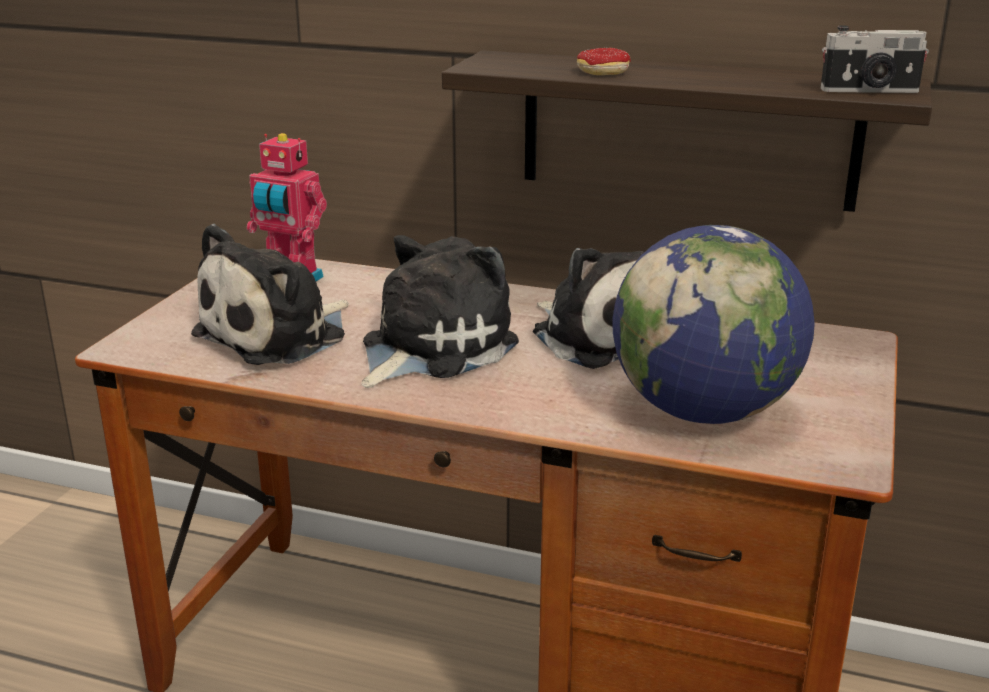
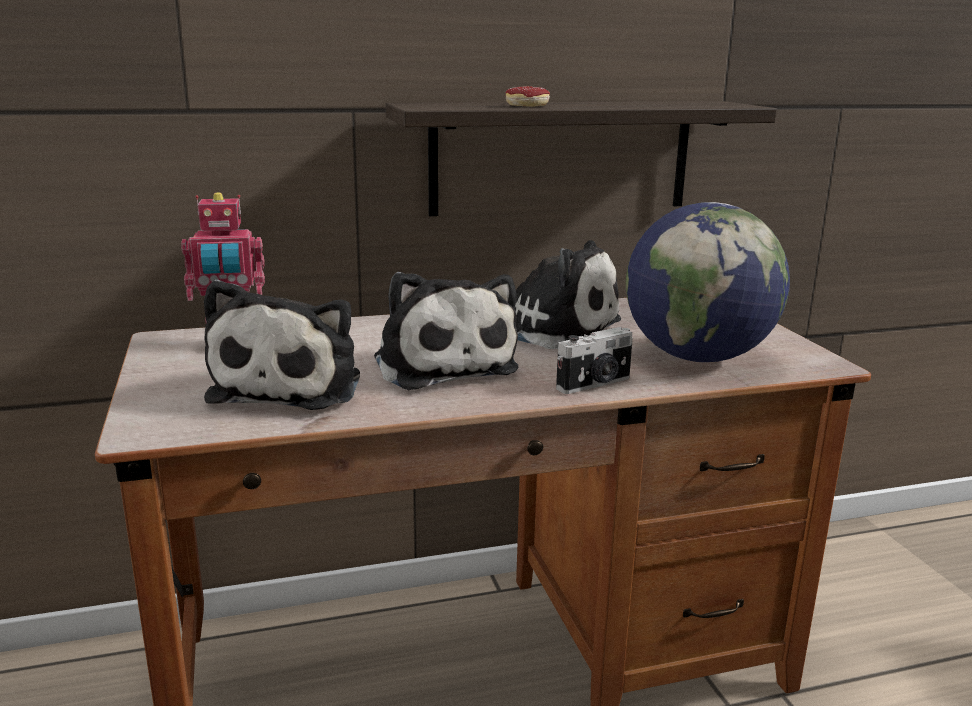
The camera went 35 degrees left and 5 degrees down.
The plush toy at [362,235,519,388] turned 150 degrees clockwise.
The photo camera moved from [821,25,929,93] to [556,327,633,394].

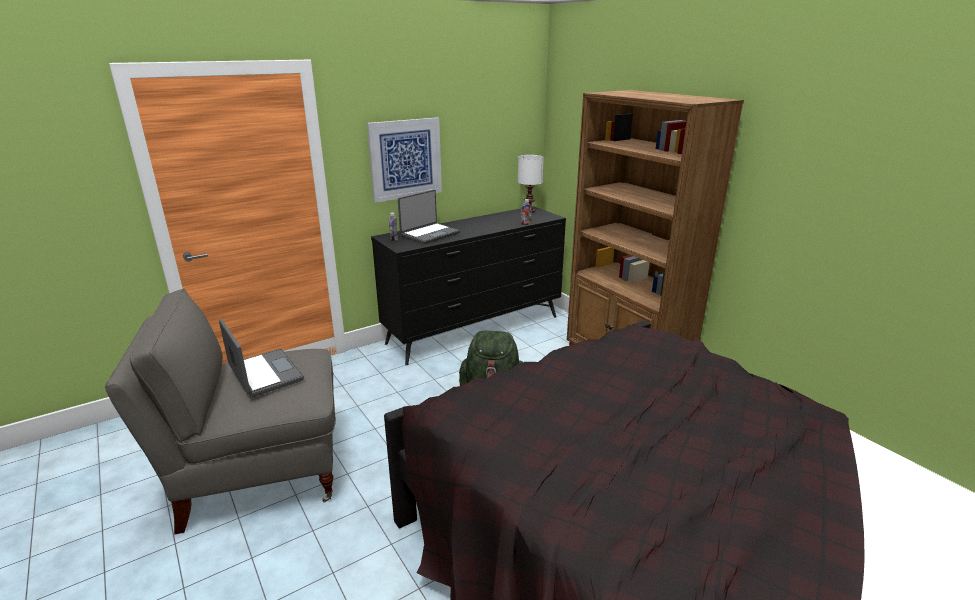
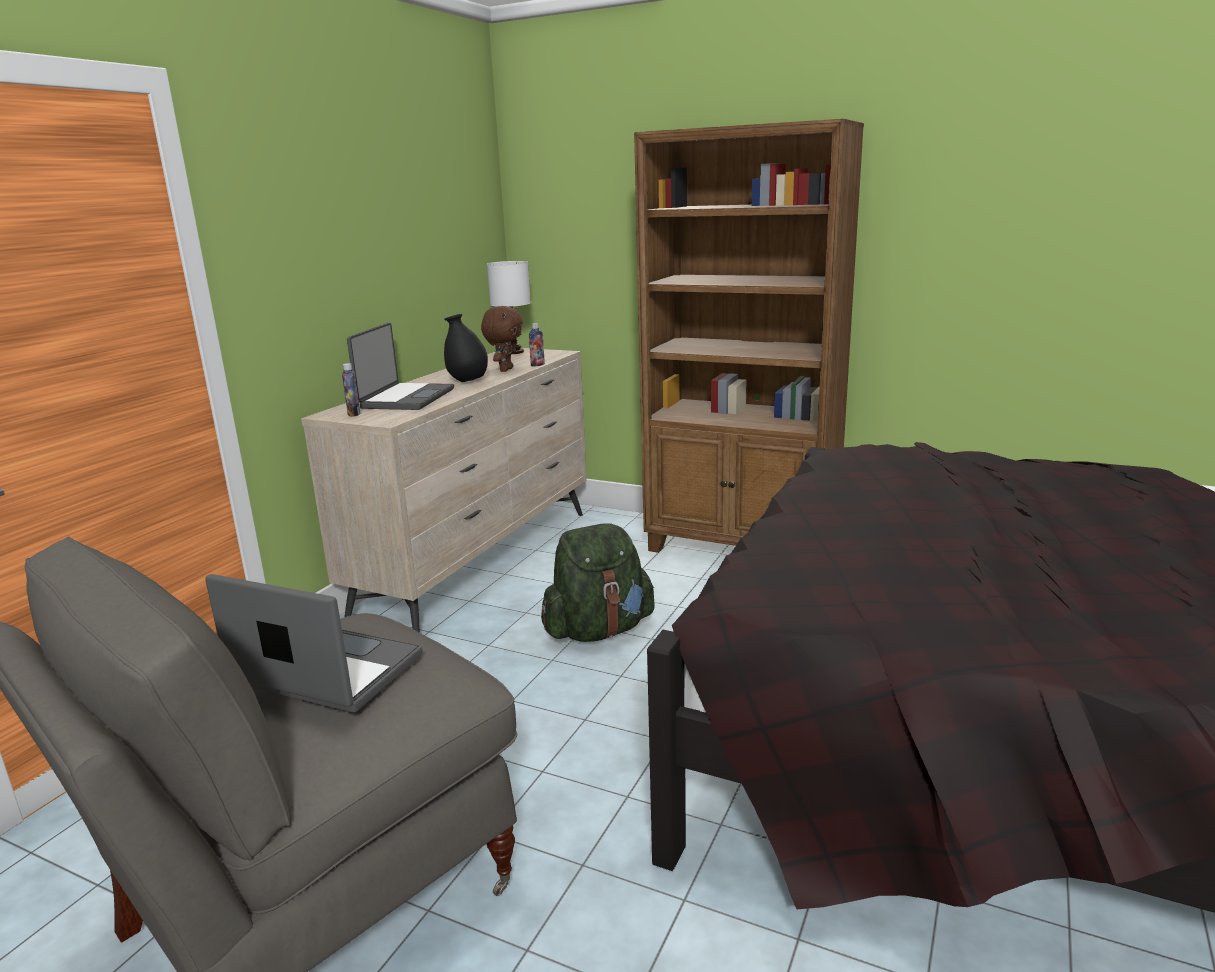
The camera went 30 degrees left and 5 degrees down.
The black-coloured dresser at [371,206,566,365] became the sand-coloured dresser at [301,348,587,633].
The black-coloured flower vase at [444,314,488,382] appeared.
The brownish plush toy at [481,306,523,372] appeared.
The wall picture at [367,117,442,203] disappeared.

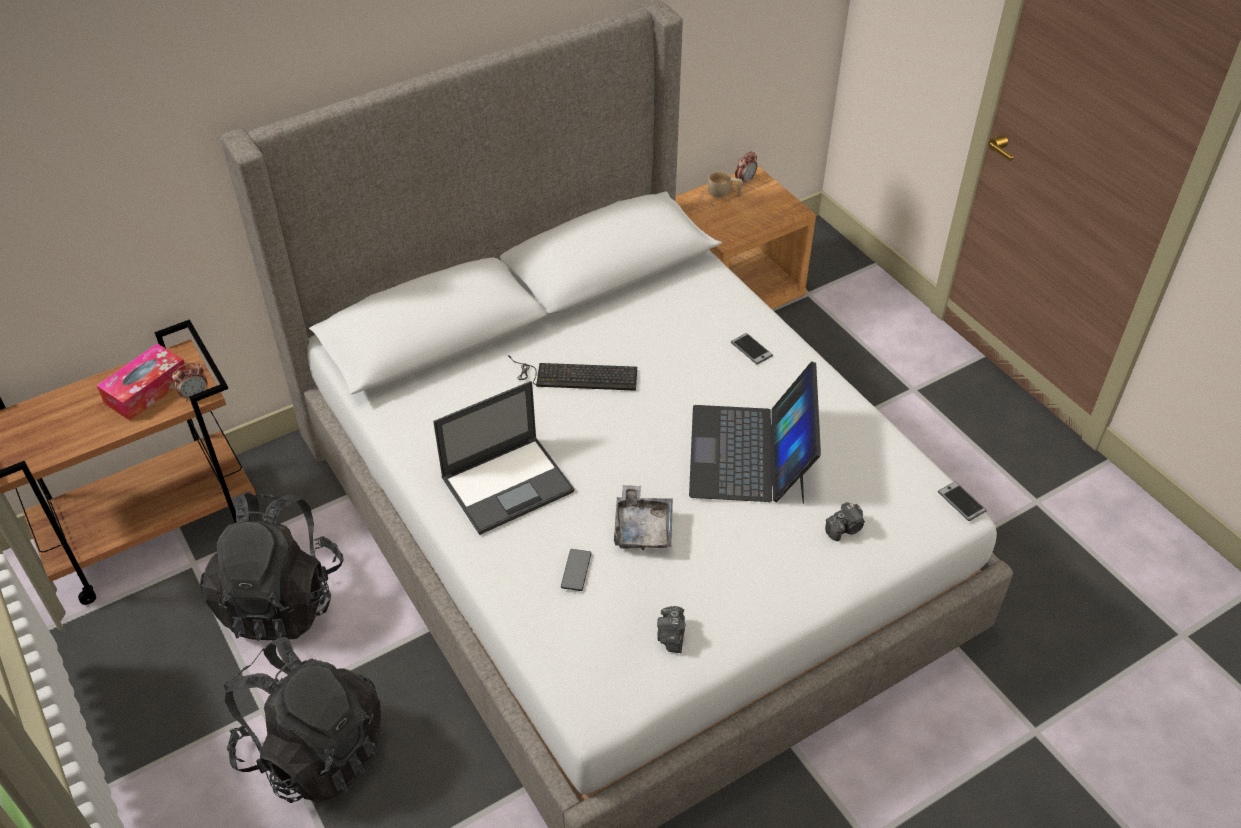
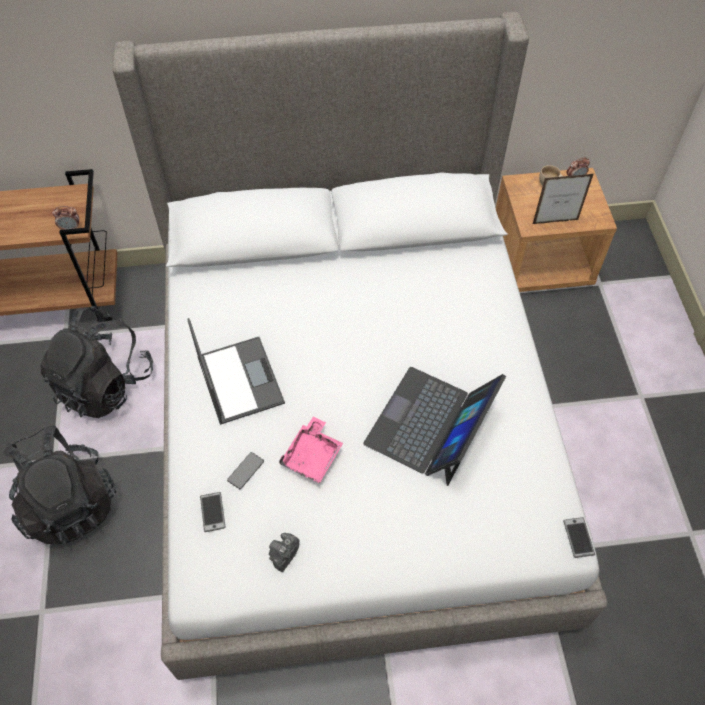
The camera went 25 degrees right and 10 degrees up.
The portable computer at [433,381,575,535] turned 105 degrees counterclockwise.
The handset moved from [731,333,773,365] to [200,492,226,532].
The greyish serving tray at [614,485,673,550] became the pink serving tray at [279,416,343,483].
The photo frame at [533,174,593,224] appeared.
The tissue holder at [97,343,186,421] disappeared.
The PC keyboard at [508,355,637,391] disappeared.
The photo camera at [825,502,865,541] disappeared.

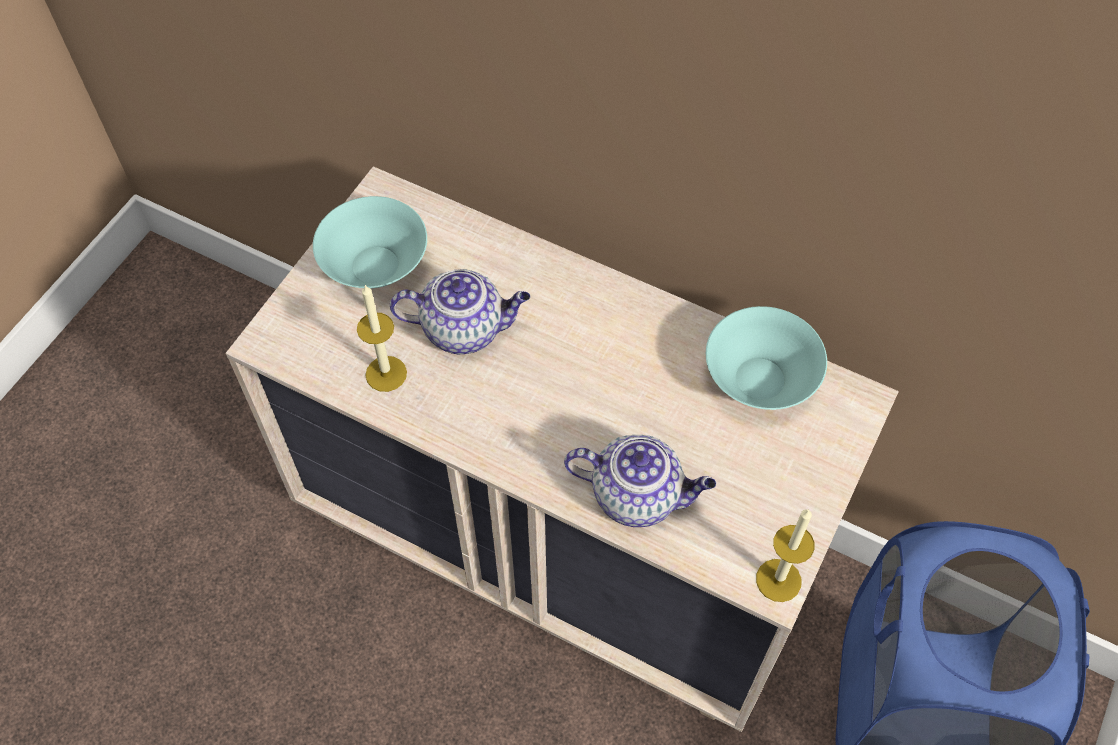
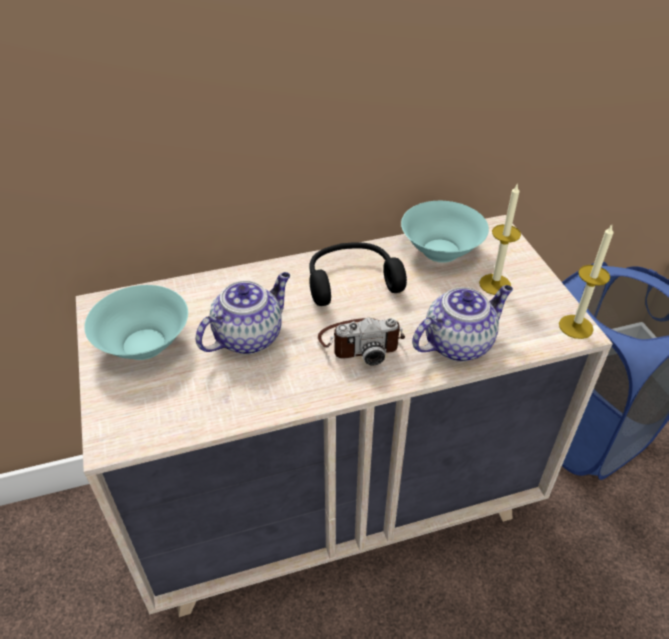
The camera went 45 degrees left and 15 degrees down.
The black-coloured pair of headphones at [309,242,407,306] appeared.
The photo camera at [318,318,405,366] appeared.
The wax light moved from [357,284,407,392] to [479,183,521,295].

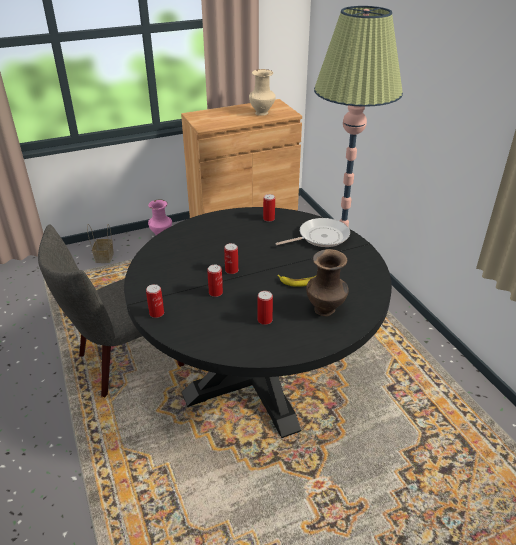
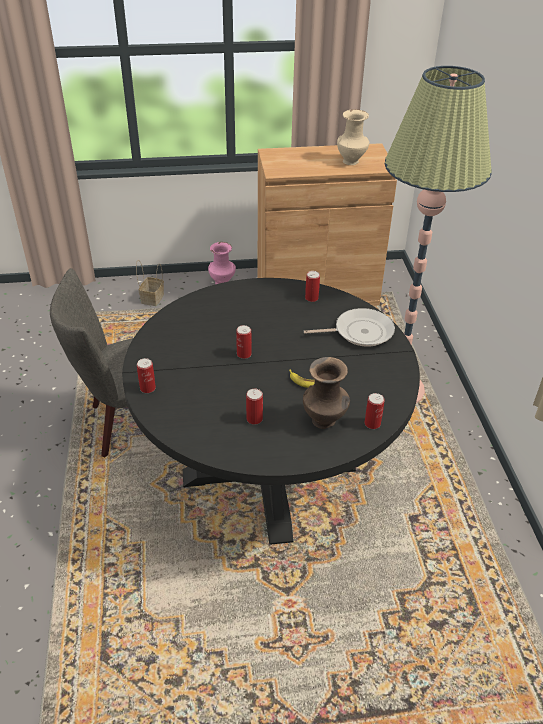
The camera went 15 degrees right and 5 degrees up.
The can moved from [207,265,223,297] to [365,393,385,429].

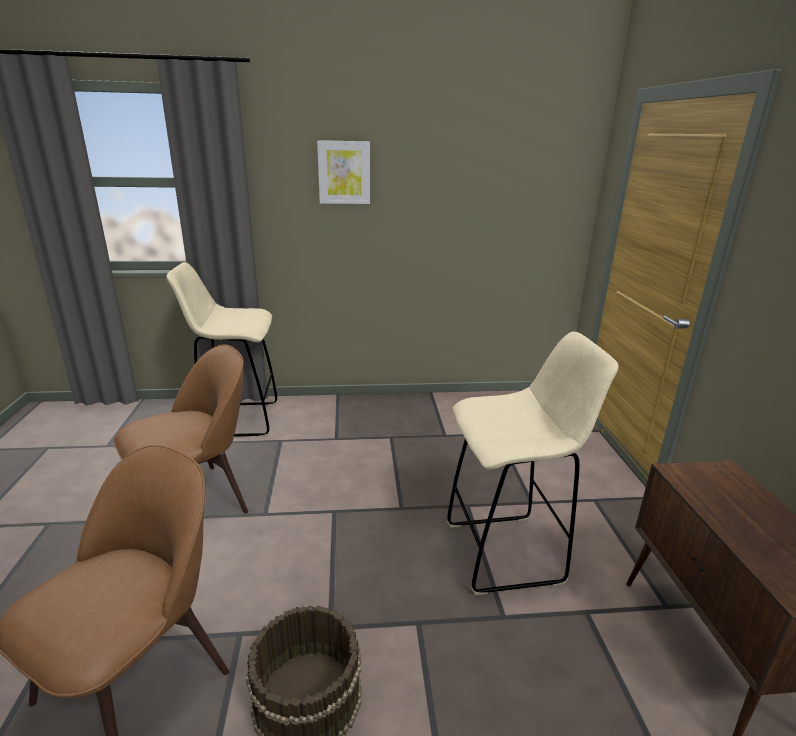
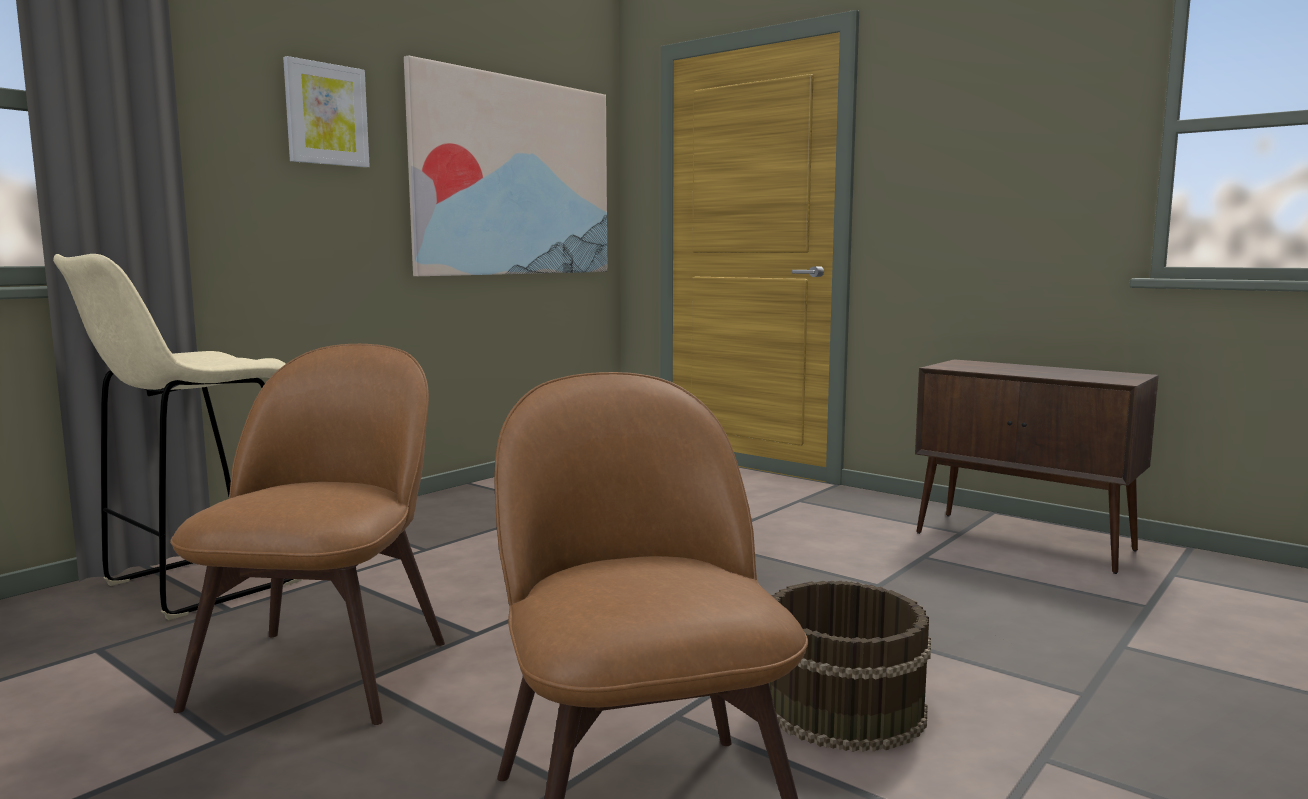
The camera went 45 degrees left and 15 degrees down.
The wall picture at [404,55,607,276] appeared.
The sand-coloured sitting stool at [447,332,618,595] disappeared.

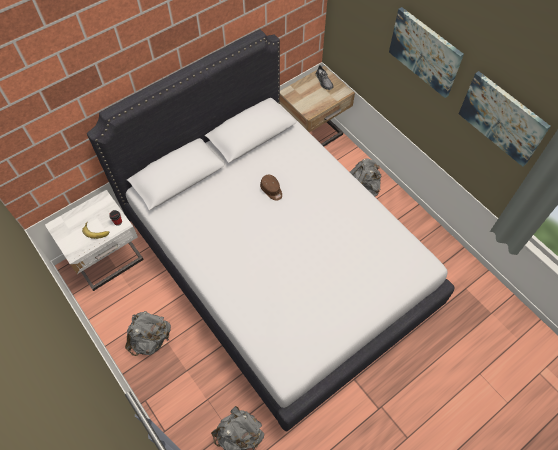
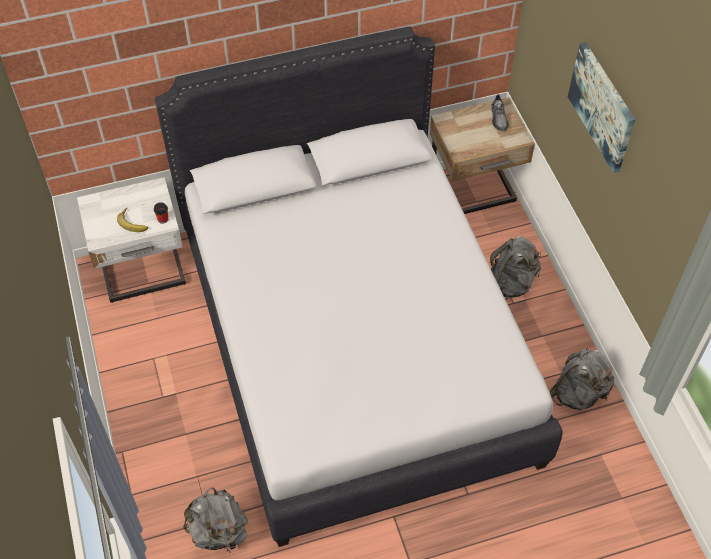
The camera went 20 degrees right and 5 degrees down.
The greyish rucksack moved from [125,311,171,356] to [550,347,614,410].
The brownish cap at [260,175,282,200] disappeared.
The wall picture at [459,71,551,167] disappeared.

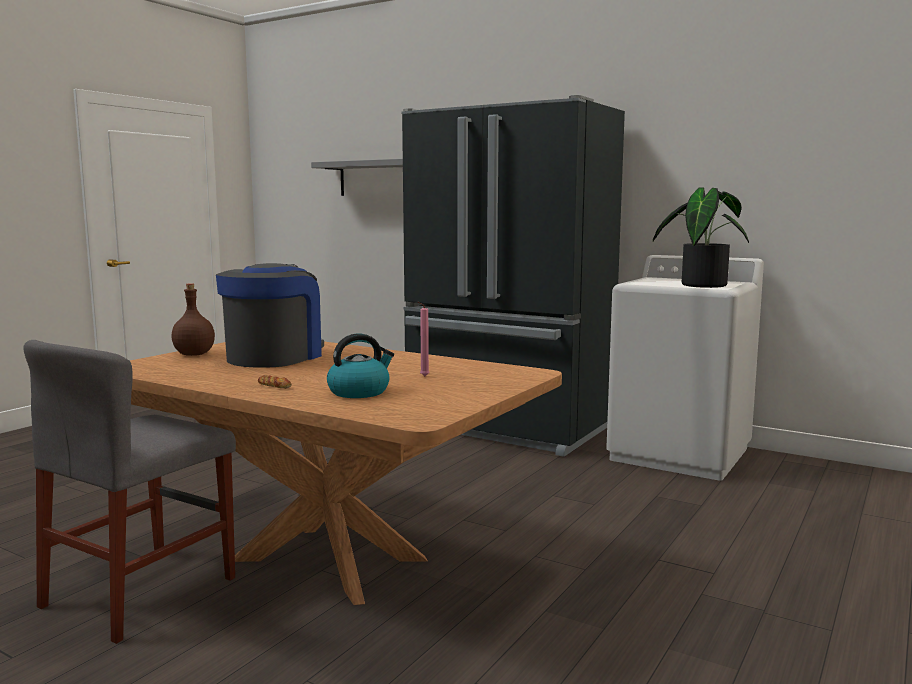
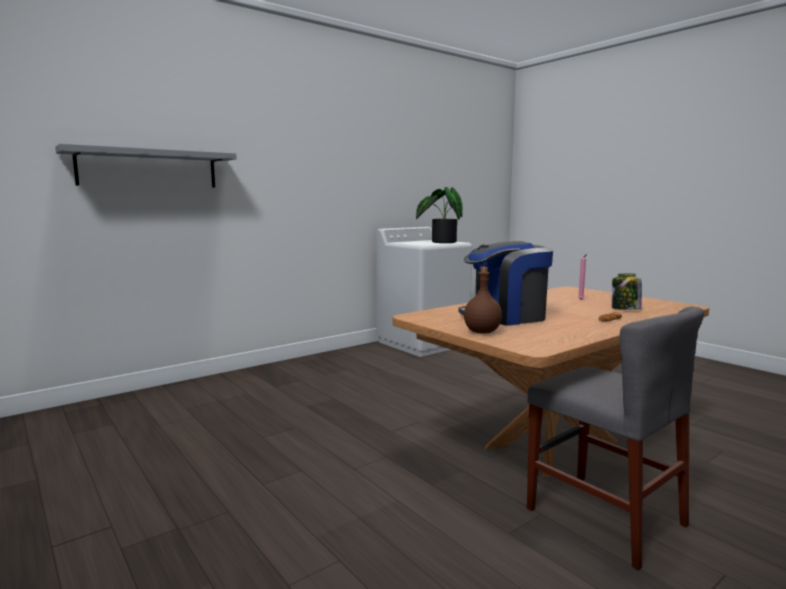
The camera went 70 degrees left and 0 degrees up.
The coffee machine at [216,263,324,368] turned 60 degrees counterclockwise.
The kettle at [327,334,394,398] was replaced by the storage jar at [612,273,642,310].
The black-coloured fridge at [402,95,625,457] disappeared.

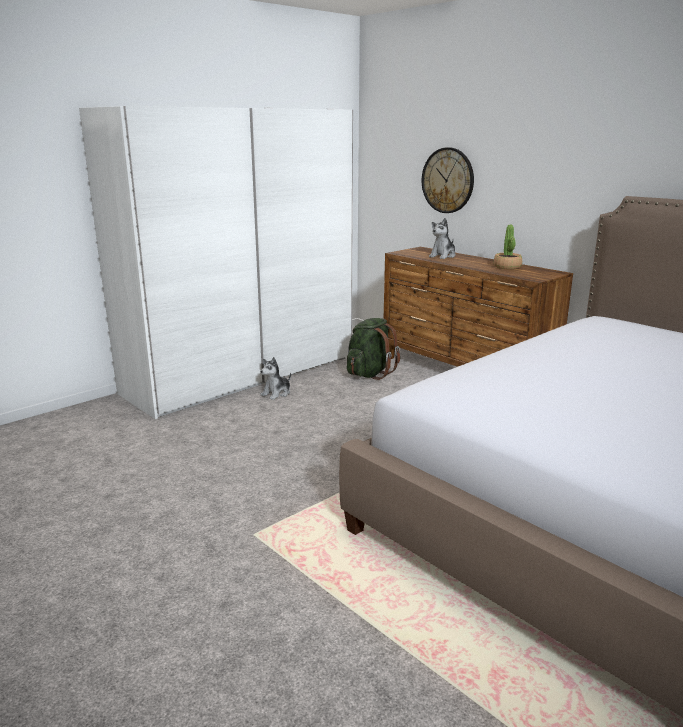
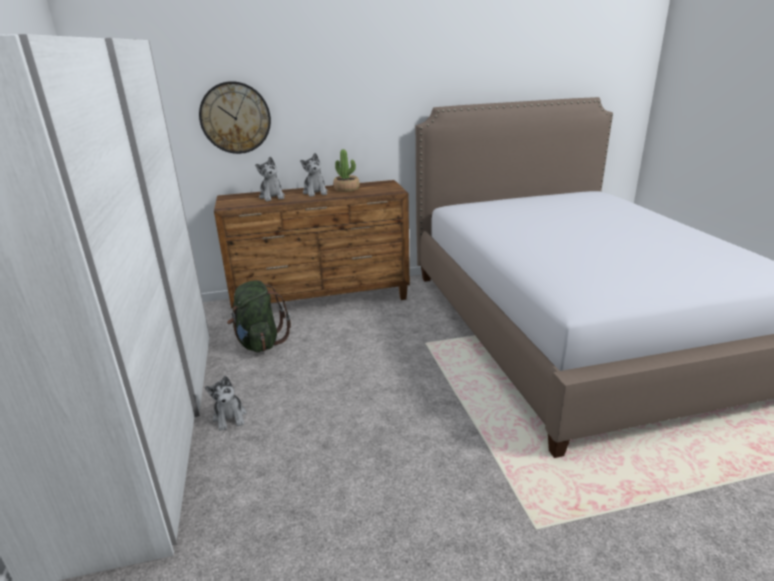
The camera went 60 degrees left and 5 degrees up.
The plush toy at [300,153,328,197] appeared.

